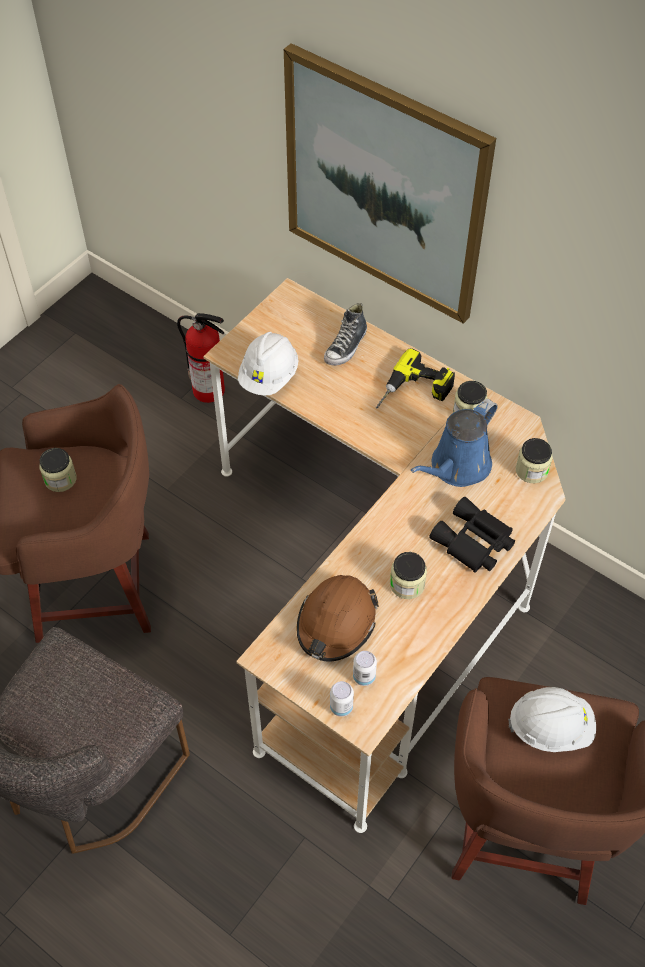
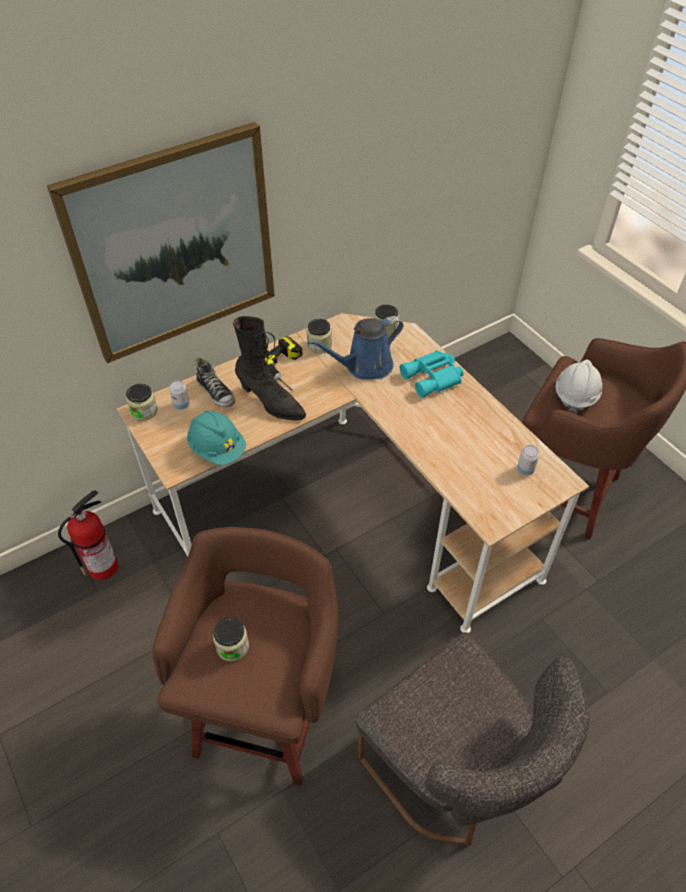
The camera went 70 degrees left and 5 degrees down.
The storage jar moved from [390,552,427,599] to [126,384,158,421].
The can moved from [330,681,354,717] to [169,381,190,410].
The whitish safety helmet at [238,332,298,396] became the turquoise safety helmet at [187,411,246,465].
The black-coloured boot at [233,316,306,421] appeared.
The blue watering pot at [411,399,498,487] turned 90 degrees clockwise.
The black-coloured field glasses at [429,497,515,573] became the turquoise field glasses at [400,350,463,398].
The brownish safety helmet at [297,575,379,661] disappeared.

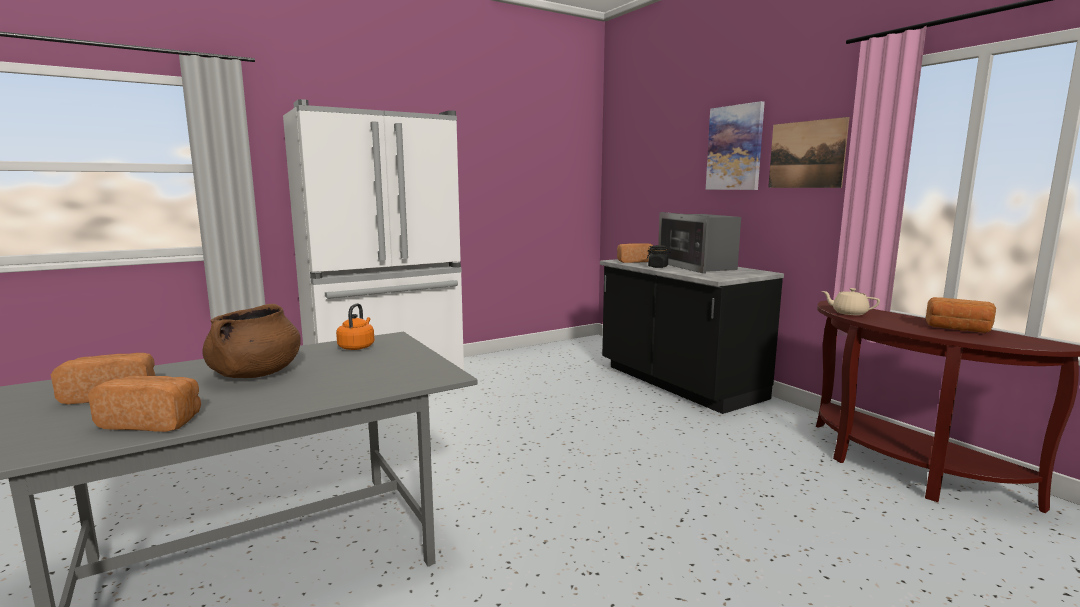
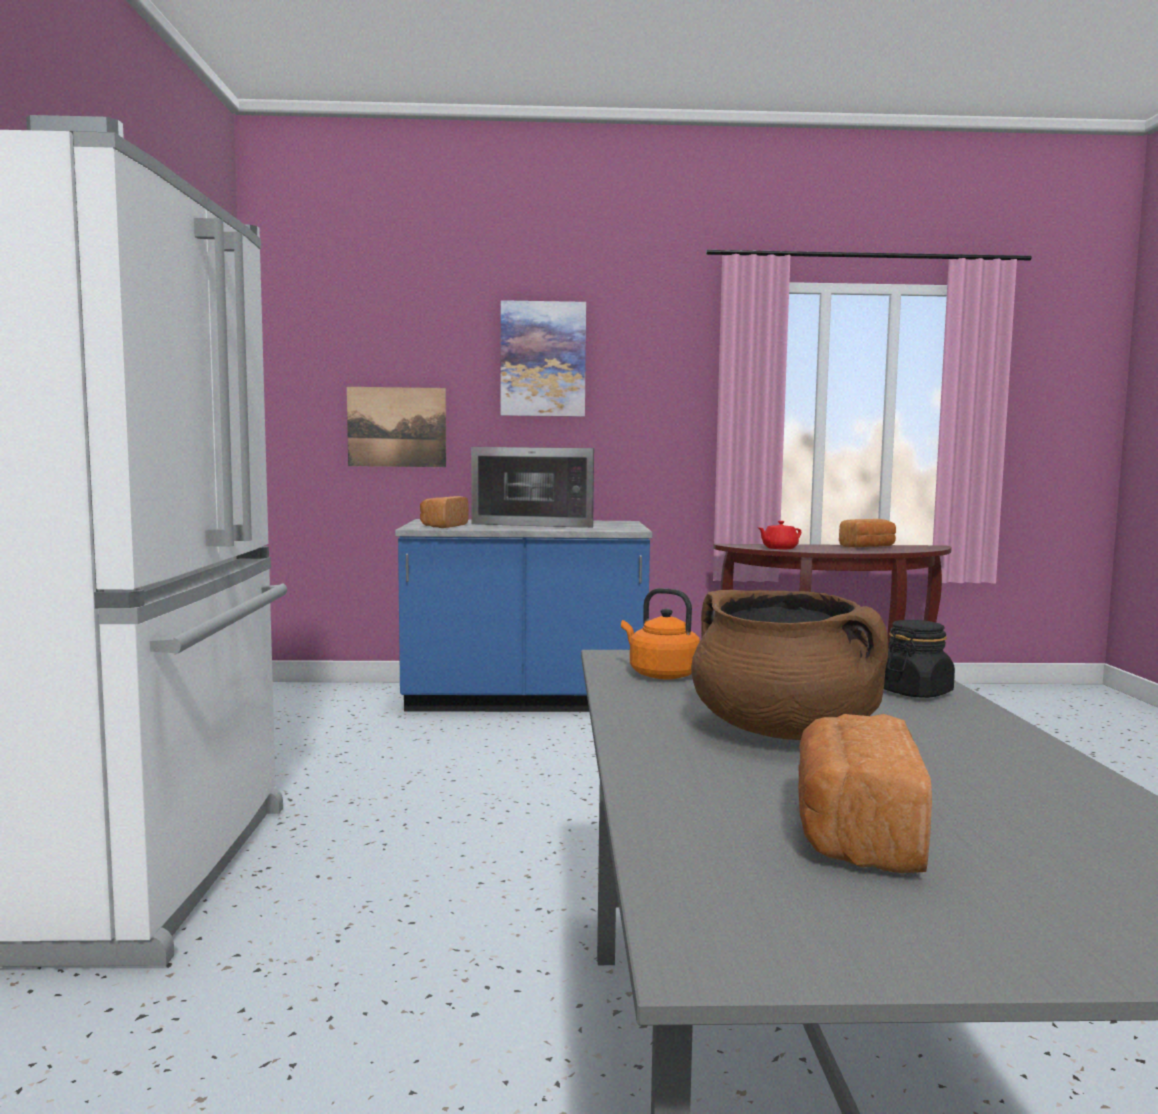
The camera went 60 degrees left and 5 degrees down.
The wall picture moved from [768,117,849,188] to [347,387,446,467].
The black-coloured counter at [600,259,784,414] became the blue counter at [395,519,652,712].
The sand-coloured teapot at [822,288,880,315] became the reddish teapot at [758,521,801,549].
The black-coloured storage jar moved from [647,245,671,268] to [884,620,955,698].
The baked bread at [88,375,201,432] disappeared.

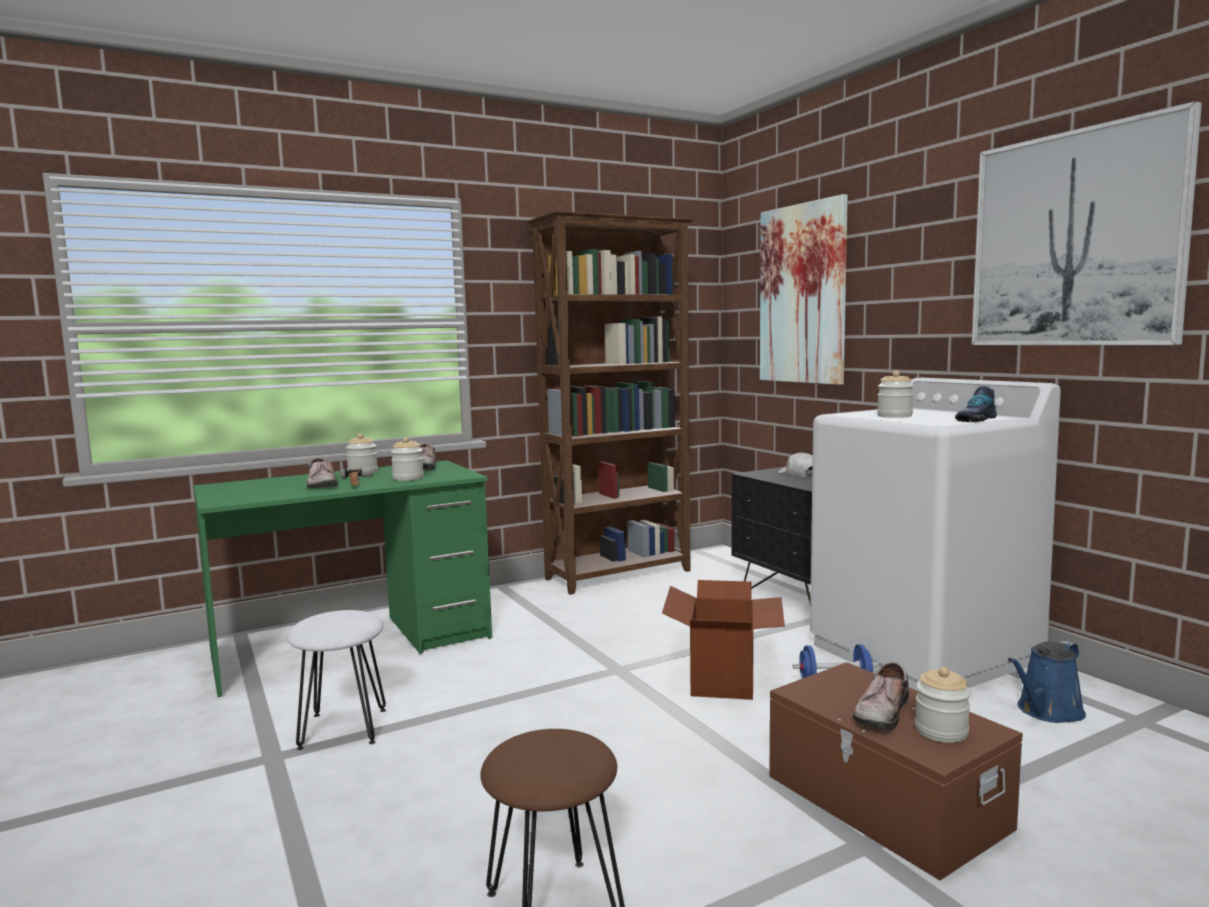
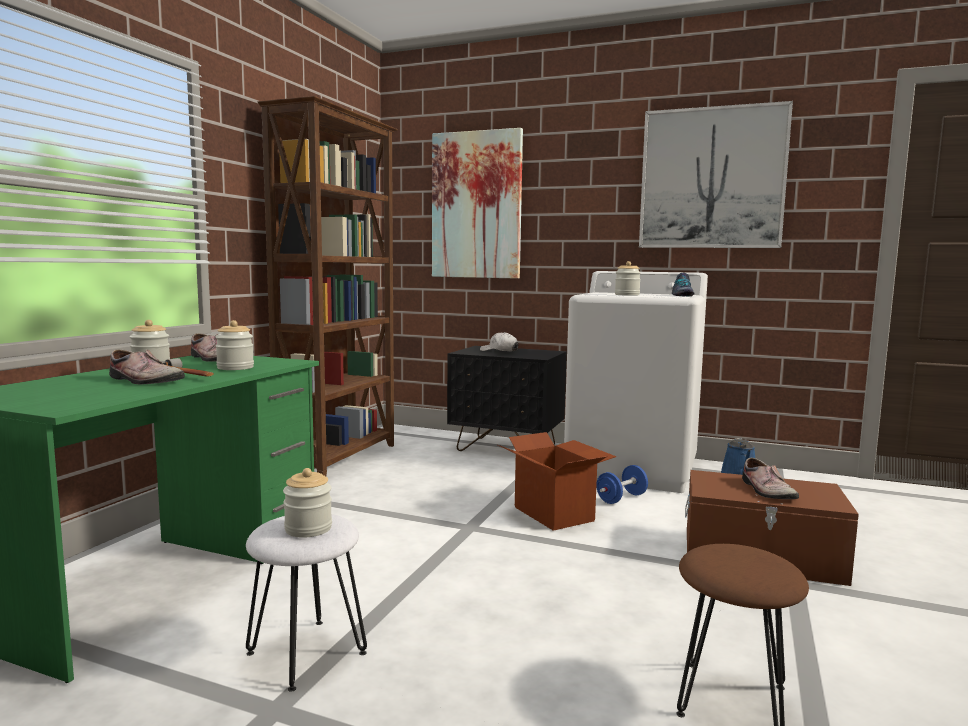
The camera went 40 degrees left and 0 degrees up.
The storage jar moved from [915,667,971,743] to [283,468,332,537].

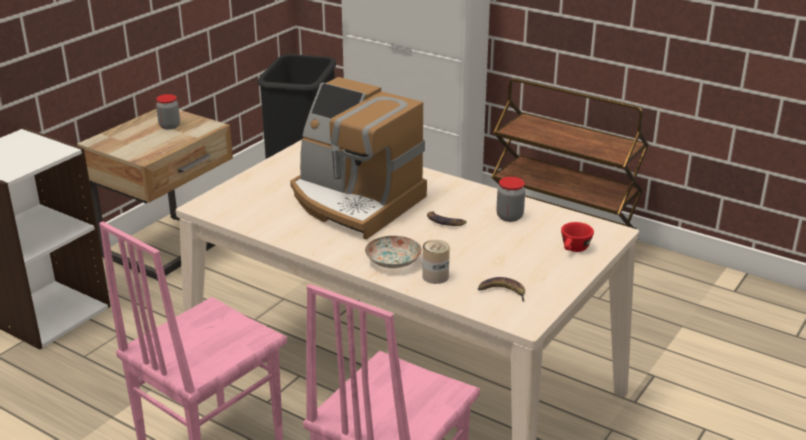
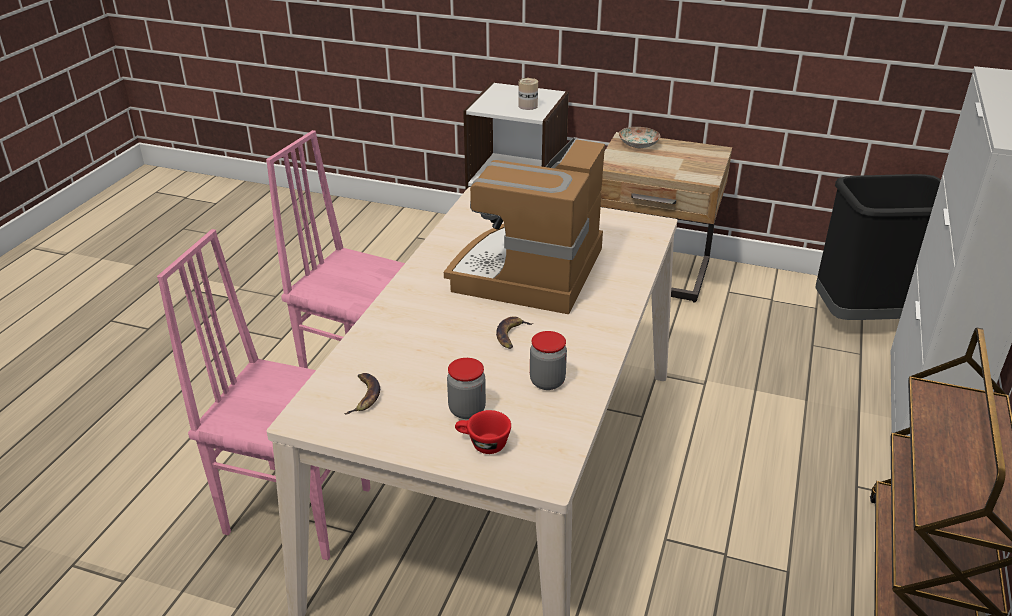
The camera went 75 degrees right and 5 degrees up.
The storage jar moved from [156,94,180,130] to [447,358,486,419].
The can moved from [422,240,450,284] to [518,78,538,110].
The dinner plate moved from [365,236,422,268] to [619,127,660,148].

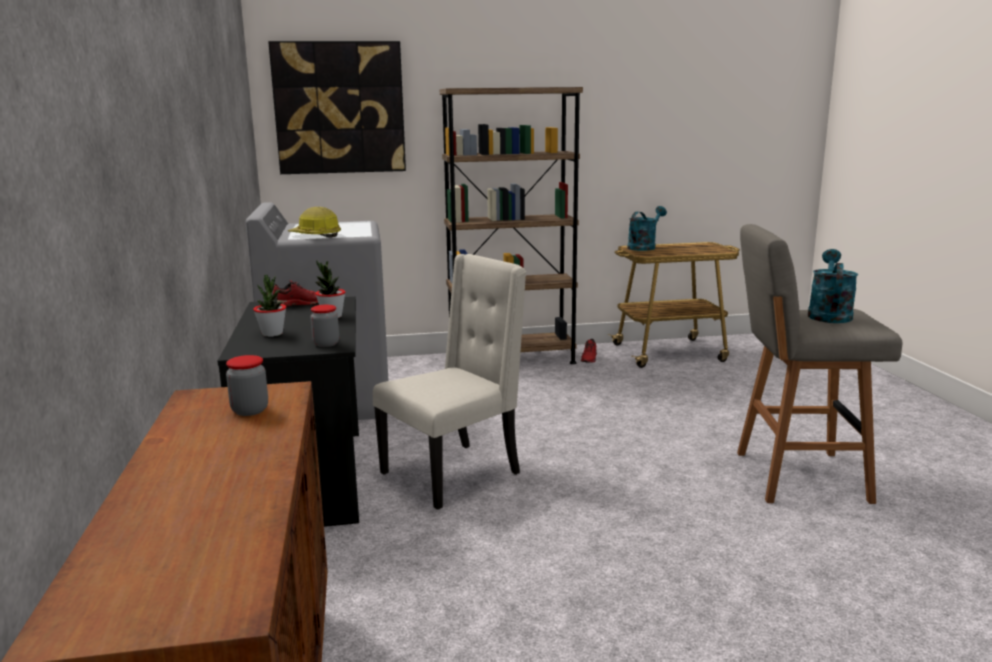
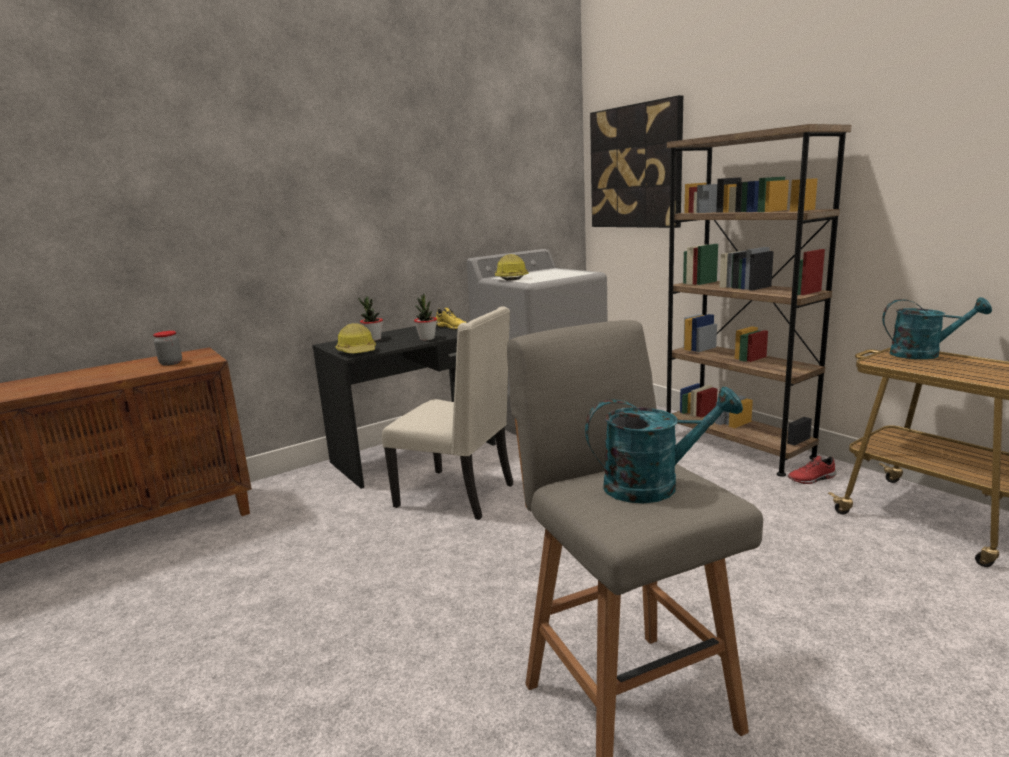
The camera went 65 degrees right and 0 degrees up.
The storage jar at [310,305,339,347] was replaced by the safety helmet at [335,323,376,354].
The reddish shoe at [273,280,318,307] became the yellow-coloured shoe at [436,308,467,330].

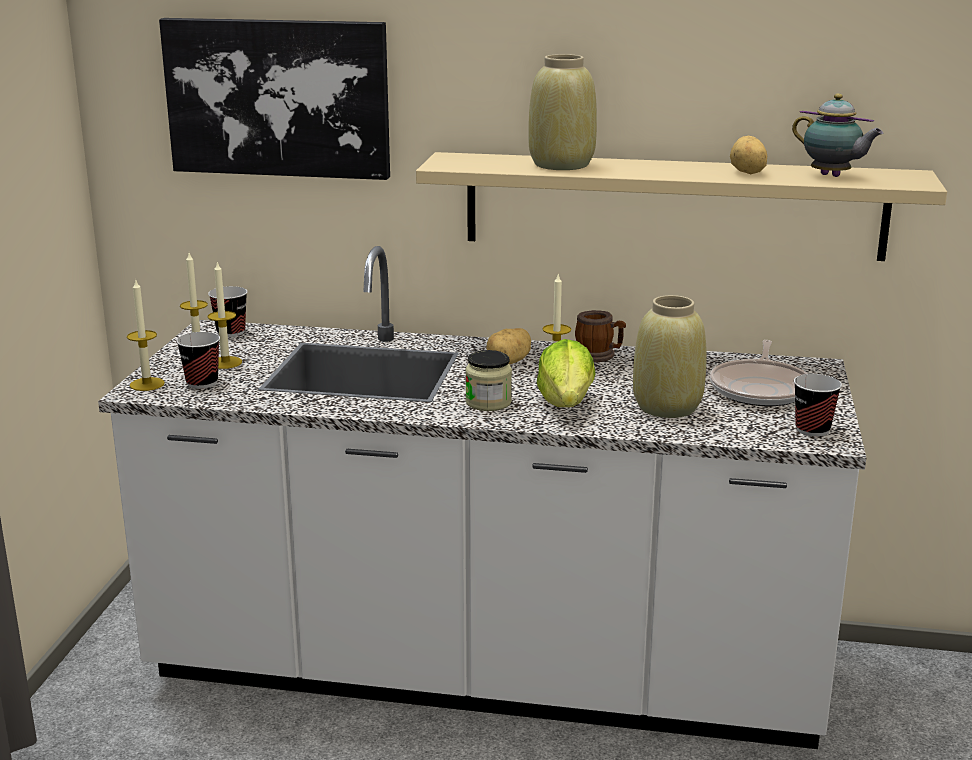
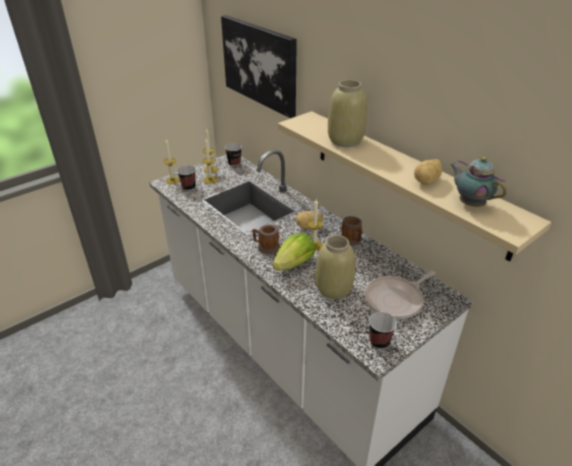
The camera went 40 degrees right and 15 degrees up.
The storage jar at [465,350,512,411] was replaced by the mug at [252,224,280,254].
The teapot at [792,93,883,177] turned 150 degrees clockwise.

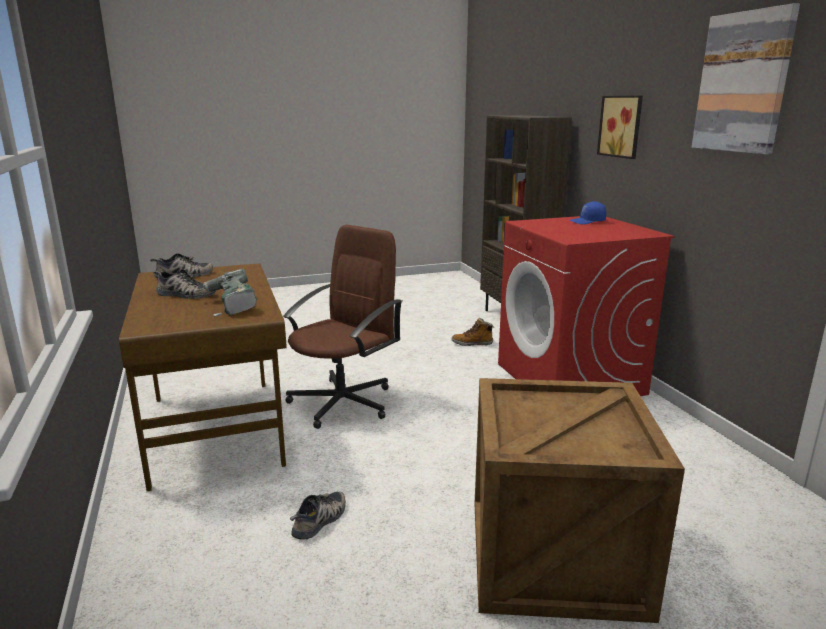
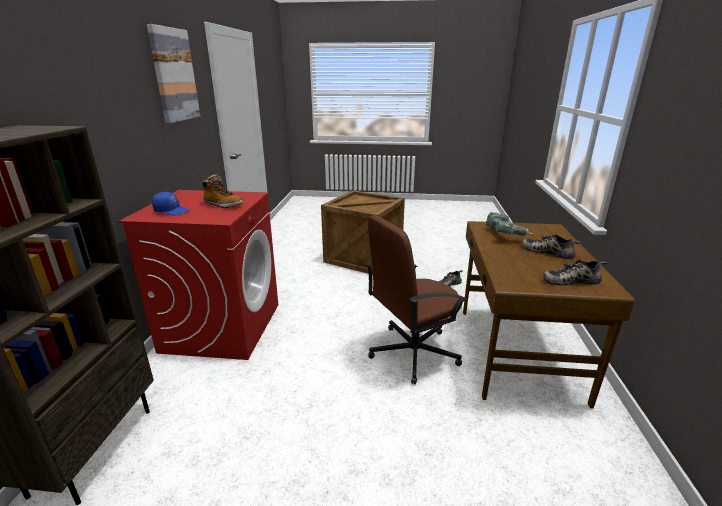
The camera went 155 degrees left and 5 degrees up.
The boot moved from [452,318,493,346] to [202,174,243,208].
The wall picture at [597,96,643,159] disappeared.

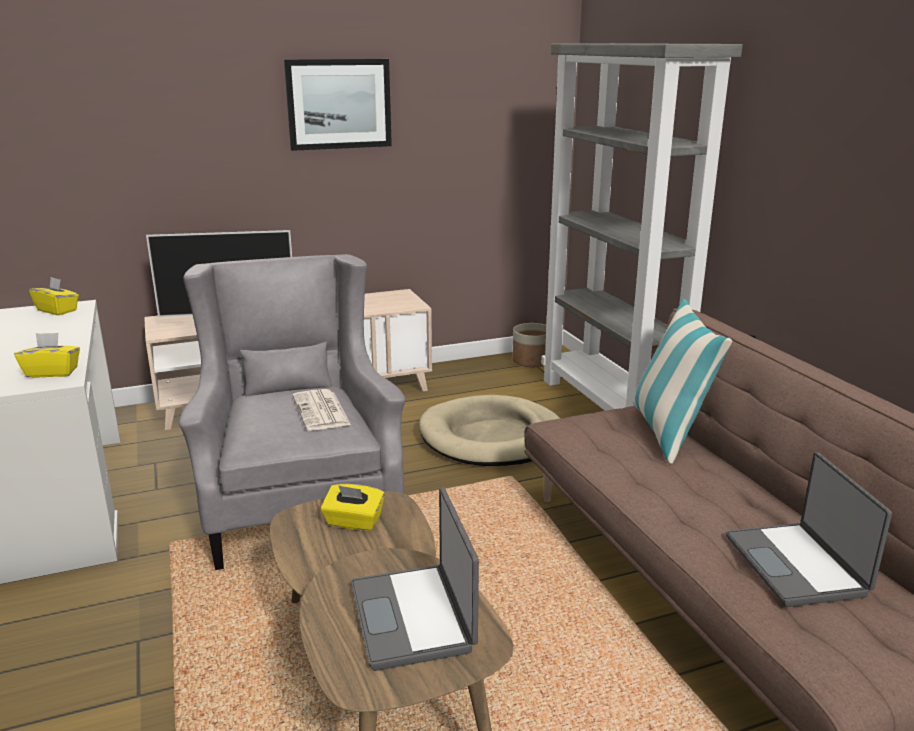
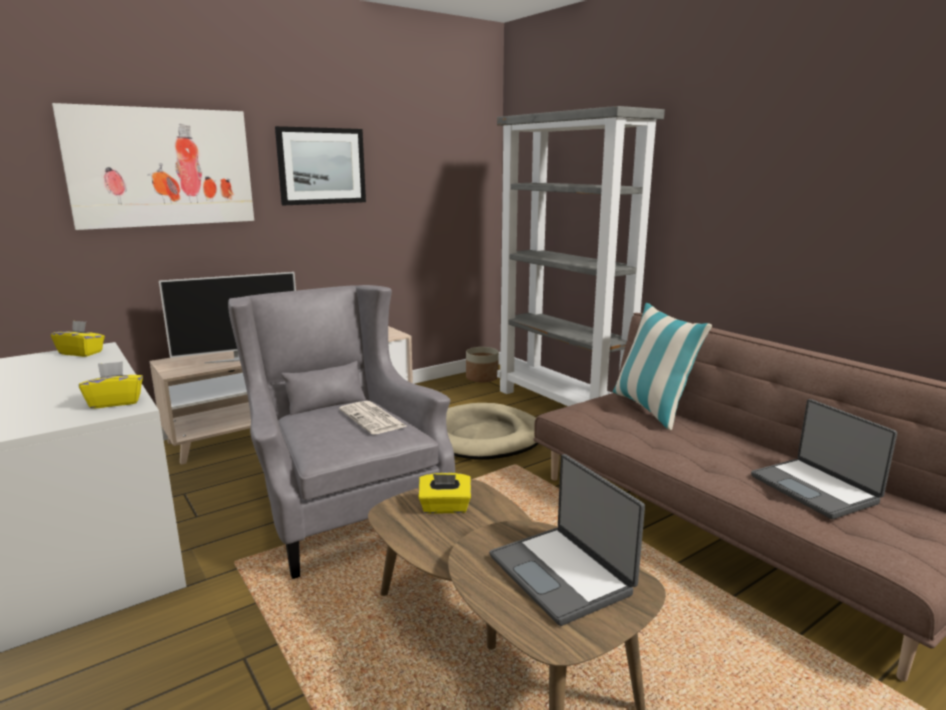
The camera went 15 degrees left and 5 degrees down.
The wall picture at [52,103,254,230] appeared.

